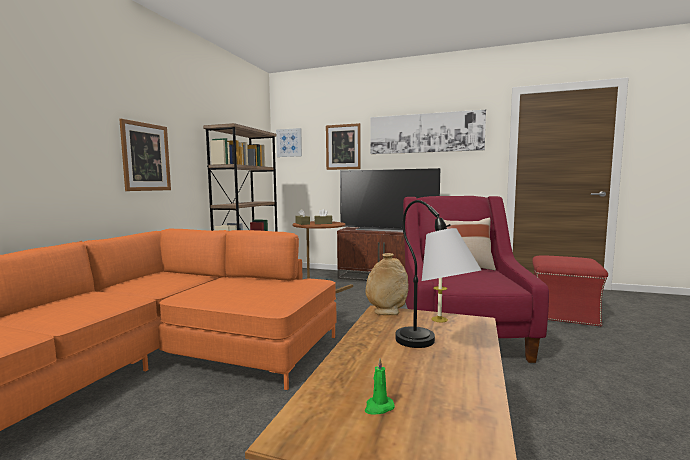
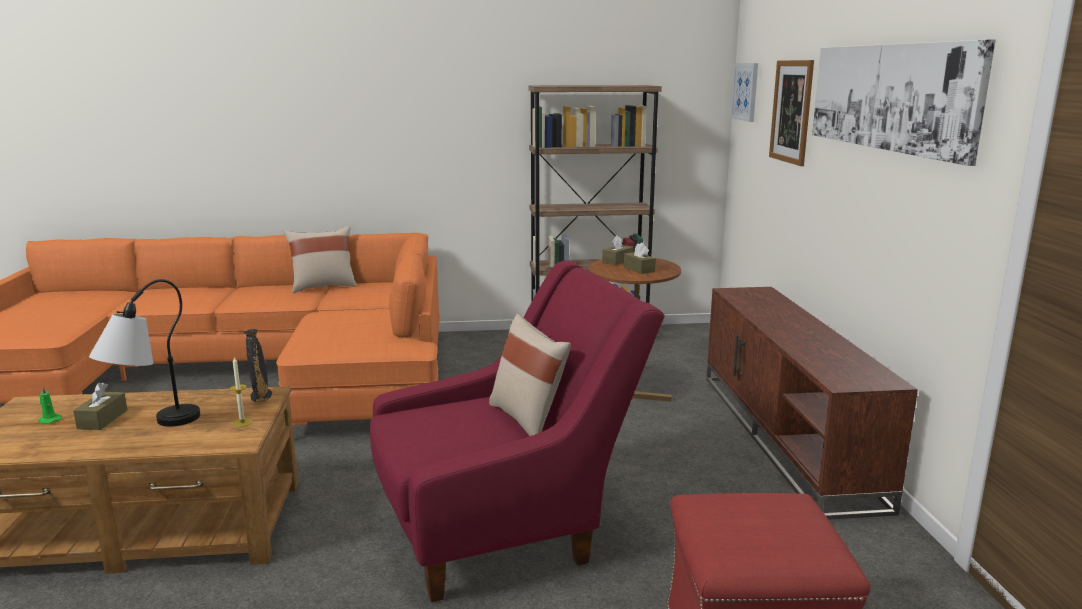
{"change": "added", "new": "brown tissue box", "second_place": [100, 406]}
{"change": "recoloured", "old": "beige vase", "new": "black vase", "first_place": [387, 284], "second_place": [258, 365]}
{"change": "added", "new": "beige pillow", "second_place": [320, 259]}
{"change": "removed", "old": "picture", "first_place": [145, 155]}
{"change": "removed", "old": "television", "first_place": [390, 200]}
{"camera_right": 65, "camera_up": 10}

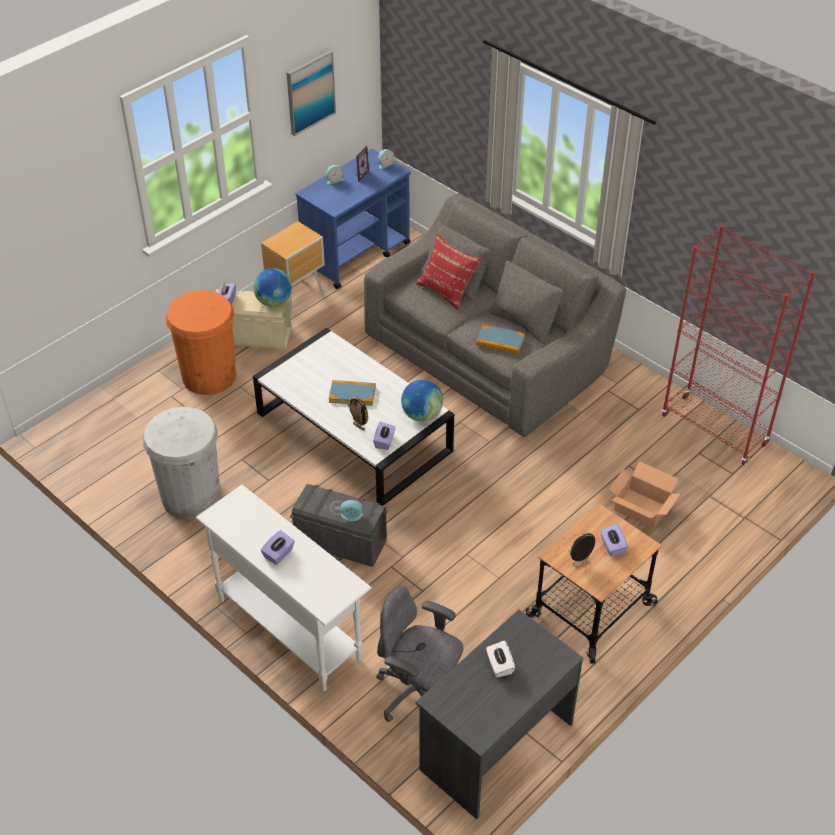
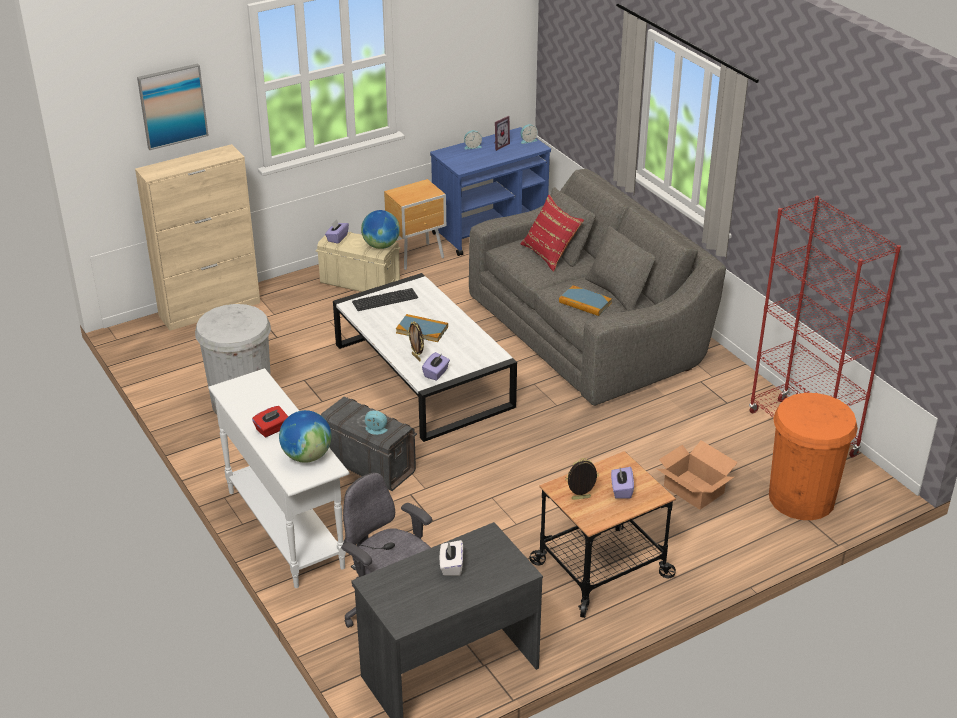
{"change": "added", "new": "beige cabinet", "second_place": [197, 237]}
{"change": "moved", "old": "picture", "first_place": [311, 93], "second_place": [173, 107]}
{"change": "recoloured", "old": "purple tissue box", "new": "red tissue box", "first_place": [278, 547], "second_place": [270, 421]}
{"change": "moved", "old": "globe", "first_place": [422, 401], "second_place": [305, 436]}
{"change": "added", "new": "keyboard", "second_place": [385, 299]}
{"change": "moved", "old": "orange trash can", "first_place": [201, 342], "second_place": [813, 456]}
{"camera_right": 15, "camera_up": -10}

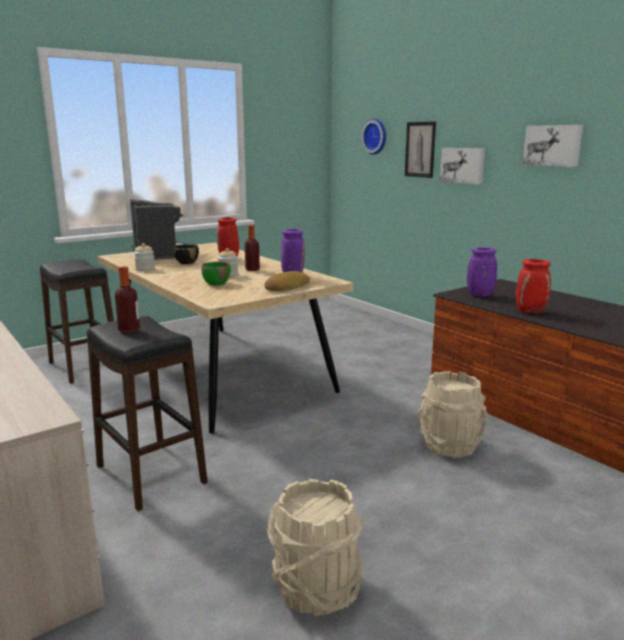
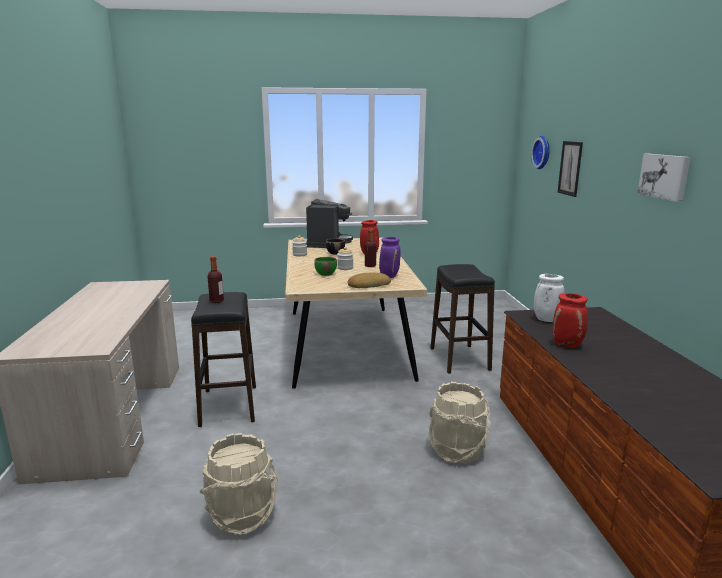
{"change": "moved", "old": "black stool", "first_place": [77, 321], "second_place": [463, 319]}
{"change": "recoloured", "old": "purple vase", "new": "white vase", "first_place": [482, 272], "second_place": [549, 298]}
{"change": "removed", "old": "picture", "first_place": [462, 166]}
{"camera_right": 30, "camera_up": 0}

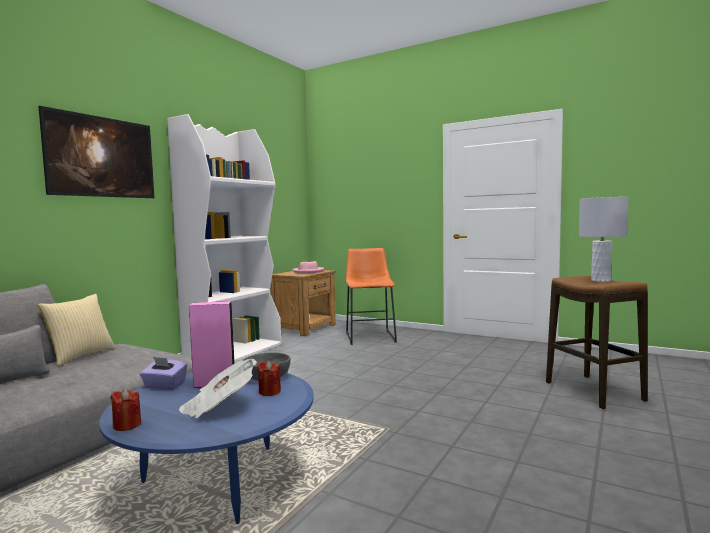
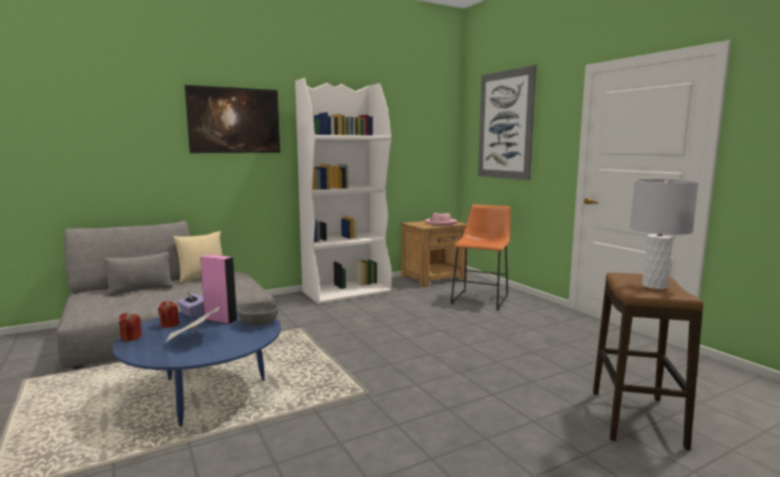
{"change": "moved", "old": "red candle", "first_place": [269, 378], "second_place": [168, 314]}
{"change": "added", "new": "picture", "second_place": [507, 122]}
{"camera_right": 30, "camera_up": 5}

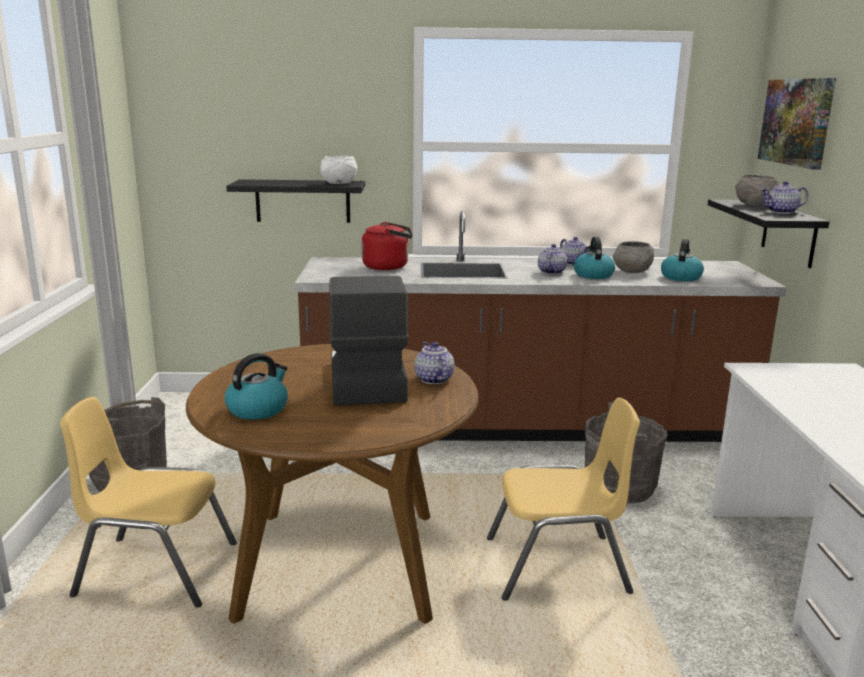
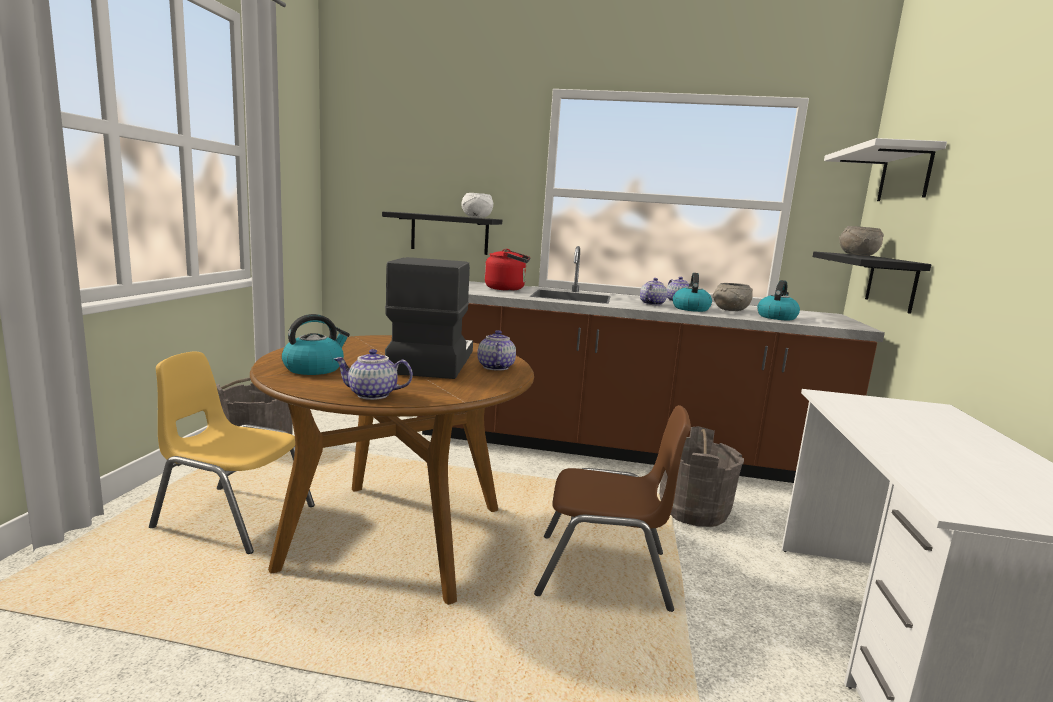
{"change": "moved", "old": "teapot", "first_place": [784, 197], "second_place": [373, 374]}
{"change": "recoloured", "old": "yellow chair", "new": "brown chair", "first_place": [563, 499], "second_place": [612, 508]}
{"change": "replaced", "old": "picture", "new": "white shelf", "first_place": [796, 124], "second_place": [885, 169]}
{"camera_right": 10, "camera_up": -5}

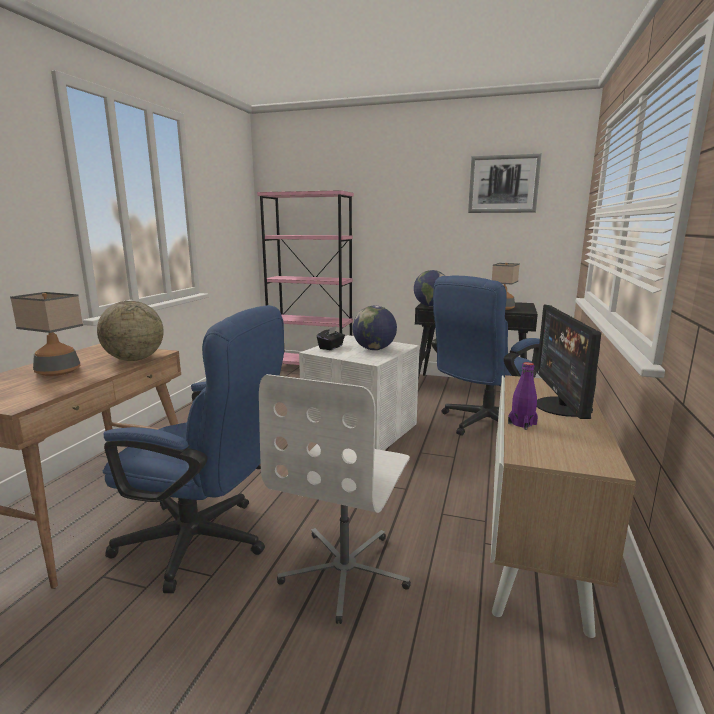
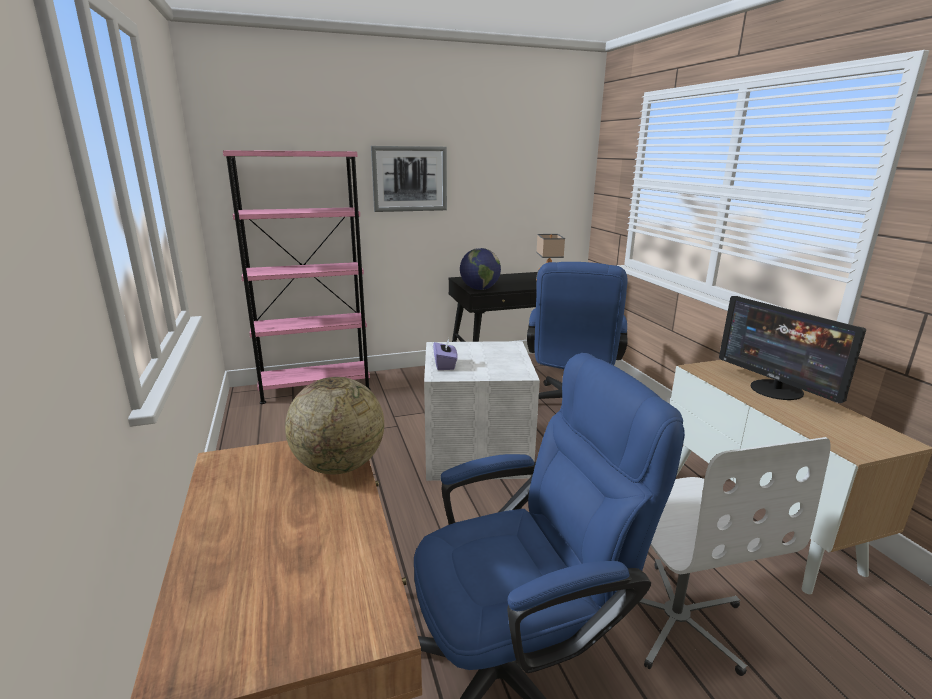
{"change": "moved", "old": "picture", "first_place": [505, 183], "second_place": [409, 179]}
{"change": "recoloured", "old": "black tissue box", "new": "purple tissue box", "first_place": [331, 338], "second_place": [445, 354]}
{"change": "removed", "old": "table lamp", "first_place": [46, 334]}
{"change": "removed", "old": "globe", "first_place": [375, 328]}
{"change": "removed", "old": "purple bottle", "first_place": [523, 396]}
{"camera_right": -35, "camera_up": 5}

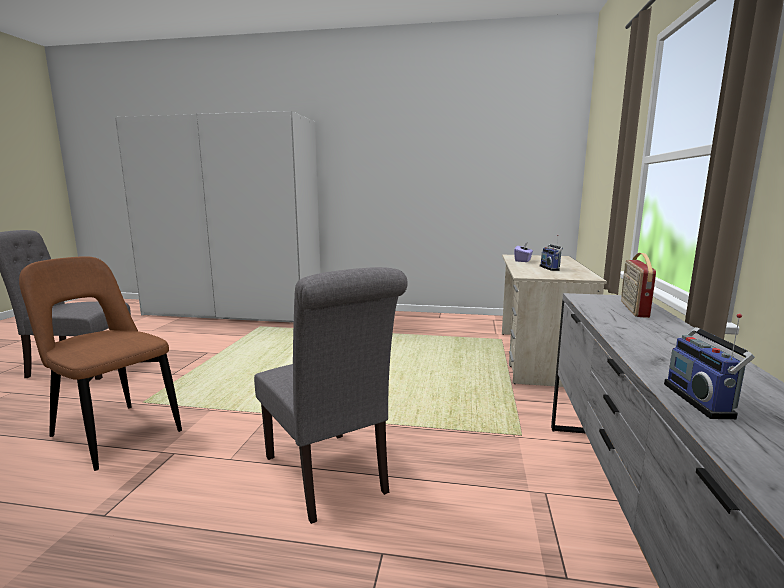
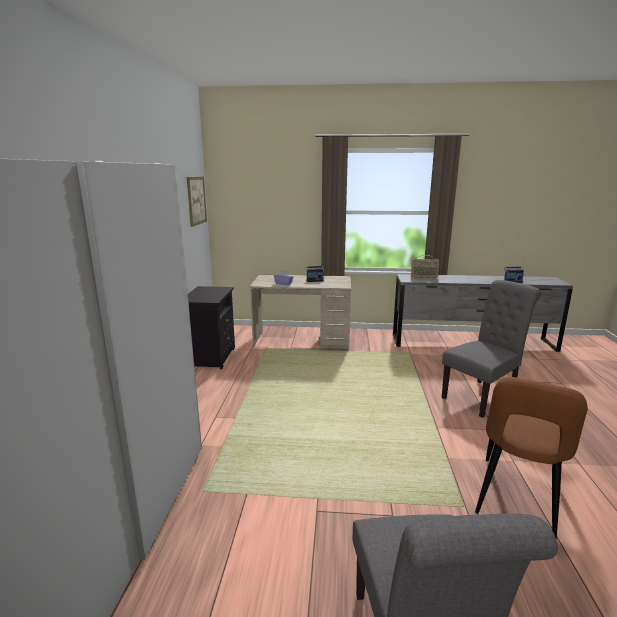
{"change": "added", "new": "picture", "second_place": [197, 201]}
{"change": "added", "new": "black nightstand", "second_place": [211, 327]}
{"camera_right": -95, "camera_up": 5}

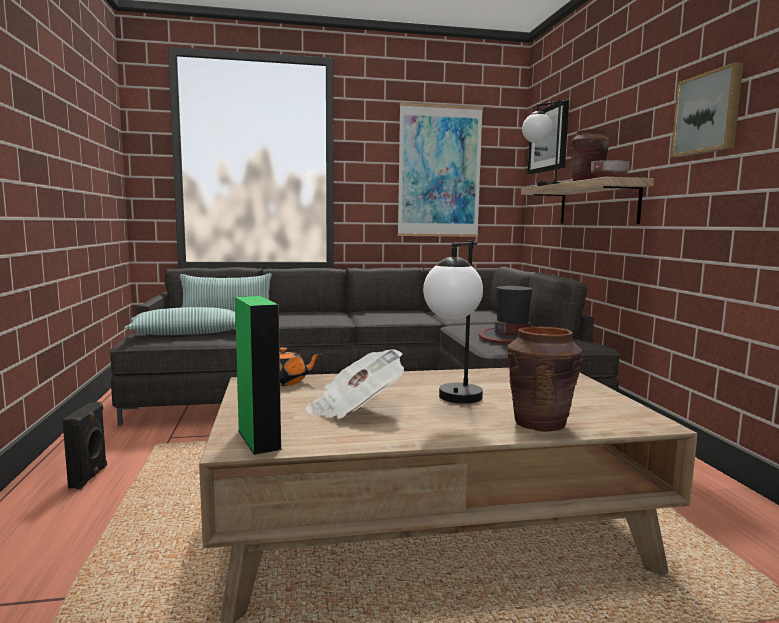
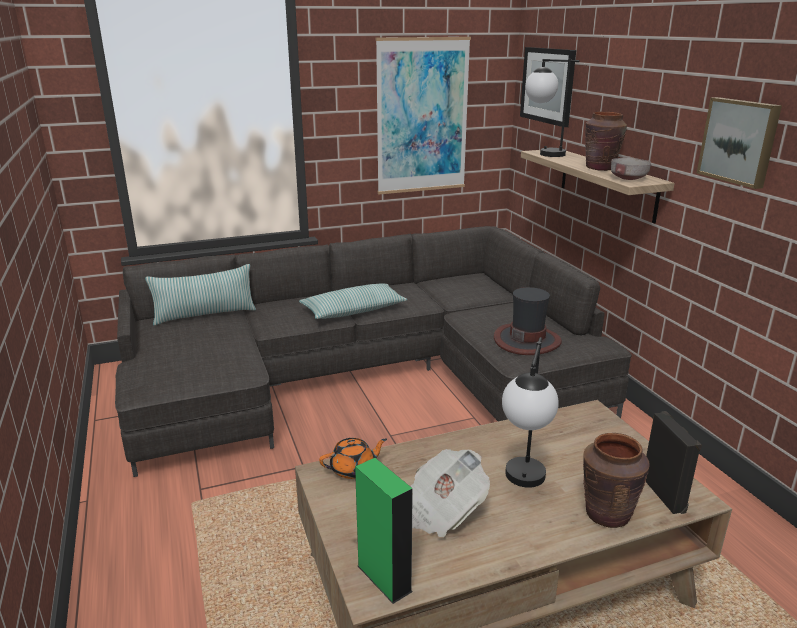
{"change": "moved", "old": "pillow", "first_place": [180, 321], "second_place": [353, 301]}
{"change": "moved", "old": "black speaker", "first_place": [84, 445], "second_place": [674, 462]}
{"camera_right": -10, "camera_up": 15}

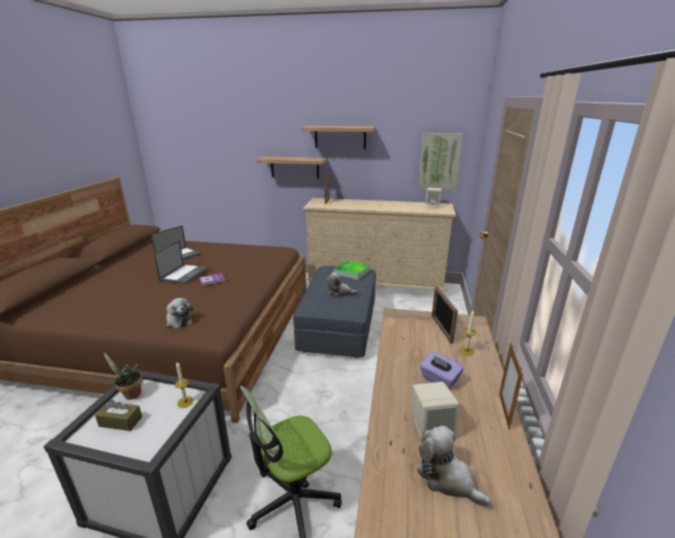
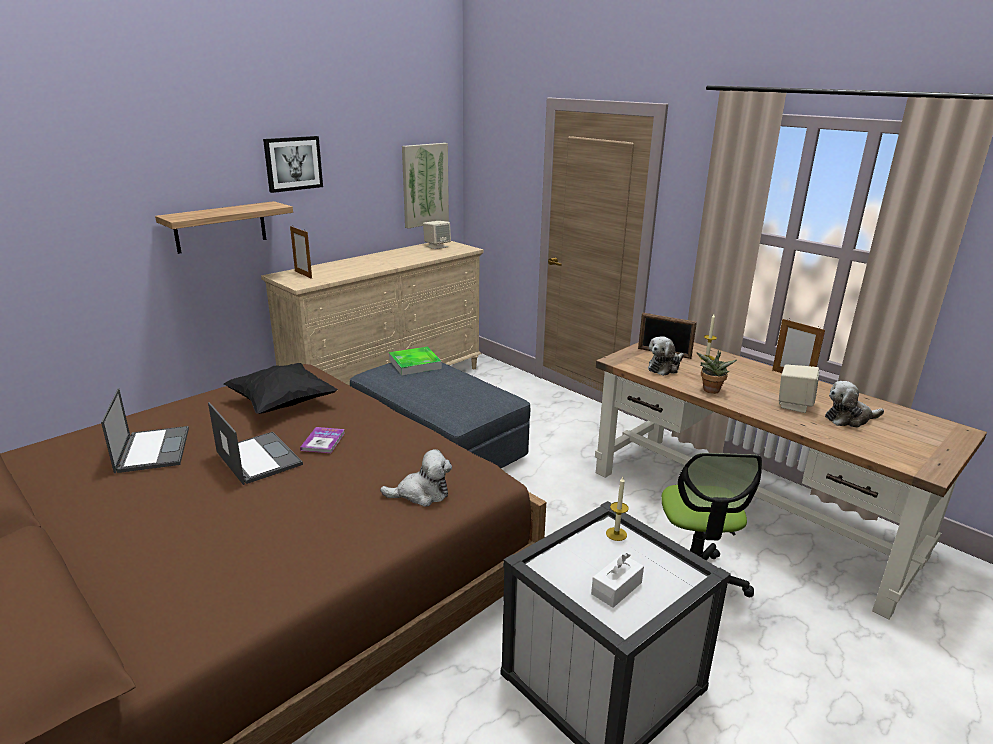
{"change": "added", "new": "black pillow", "second_place": [281, 388]}
{"change": "replaced", "old": "shelf", "new": "picture", "first_place": [338, 137], "second_place": [293, 164]}
{"change": "recoloured", "old": "brown tissue box", "new": "white tissue box", "first_place": [118, 415], "second_place": [617, 580]}
{"change": "moved", "old": "plush toy", "first_place": [343, 284], "second_place": [666, 356]}
{"change": "moved", "old": "potted plant", "first_place": [123, 376], "second_place": [716, 372]}
{"change": "removed", "old": "purple tissue box", "first_place": [441, 370]}
{"camera_right": -55, "camera_up": 0}

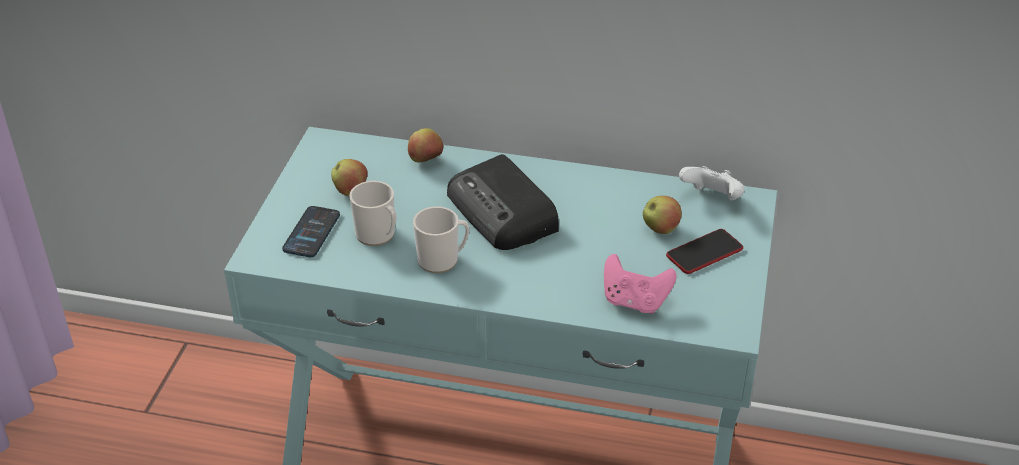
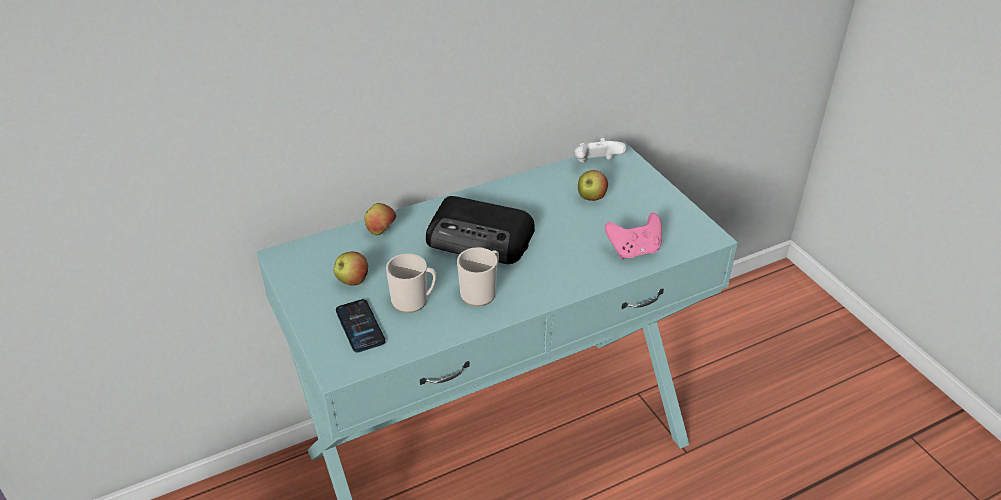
{"change": "removed", "old": "phone", "first_place": [704, 251]}
{"camera_right": -40, "camera_up": 0}

